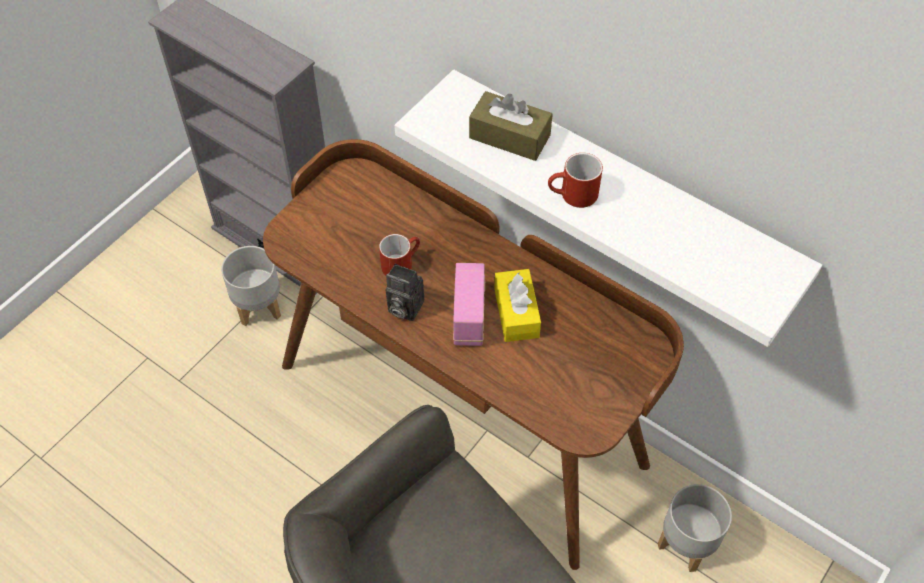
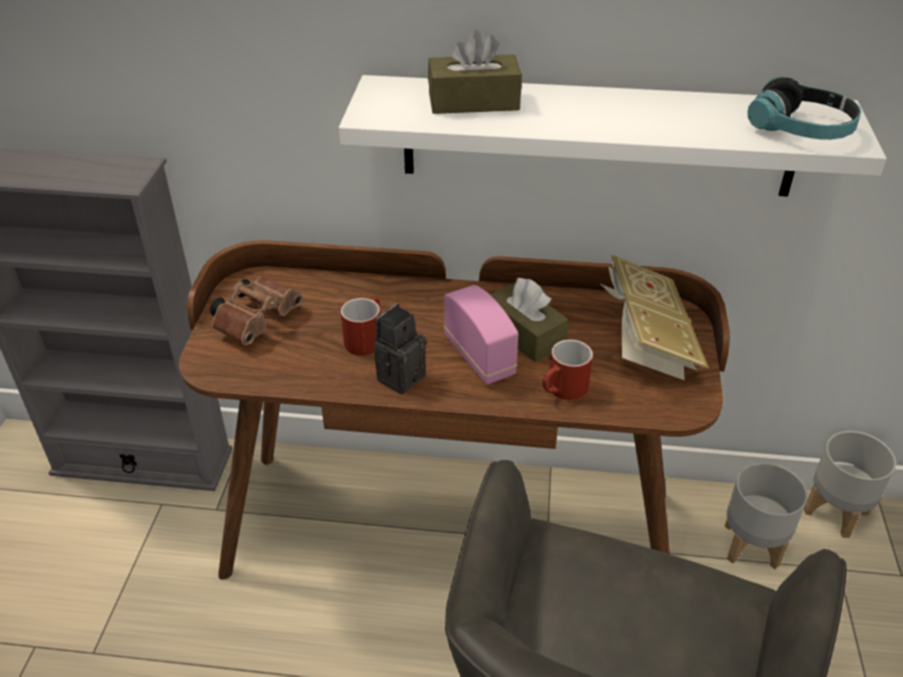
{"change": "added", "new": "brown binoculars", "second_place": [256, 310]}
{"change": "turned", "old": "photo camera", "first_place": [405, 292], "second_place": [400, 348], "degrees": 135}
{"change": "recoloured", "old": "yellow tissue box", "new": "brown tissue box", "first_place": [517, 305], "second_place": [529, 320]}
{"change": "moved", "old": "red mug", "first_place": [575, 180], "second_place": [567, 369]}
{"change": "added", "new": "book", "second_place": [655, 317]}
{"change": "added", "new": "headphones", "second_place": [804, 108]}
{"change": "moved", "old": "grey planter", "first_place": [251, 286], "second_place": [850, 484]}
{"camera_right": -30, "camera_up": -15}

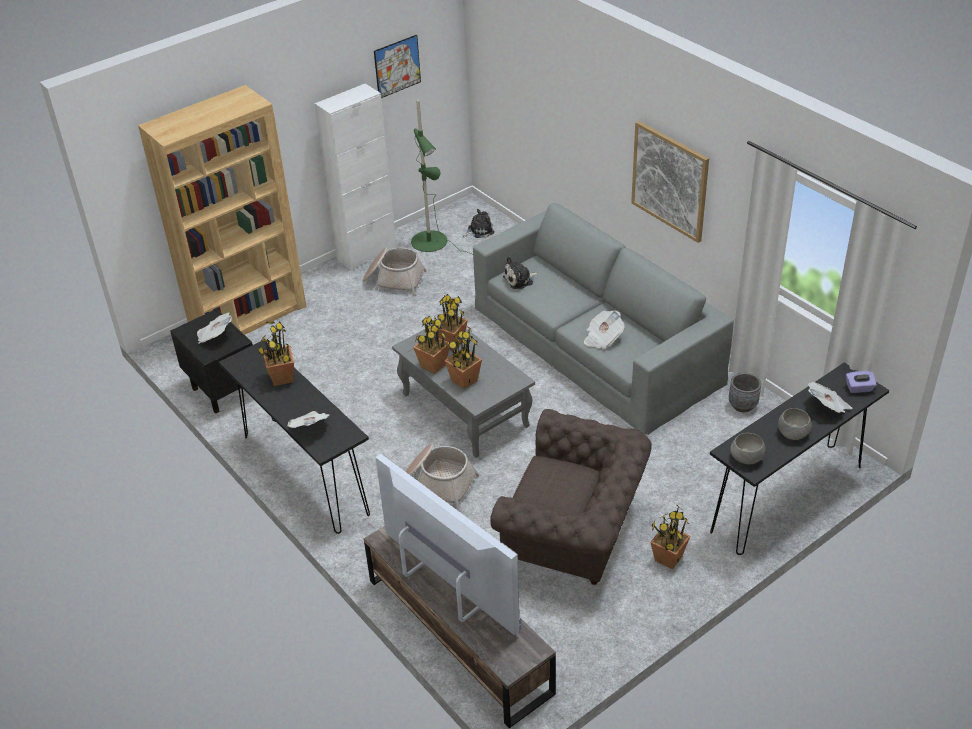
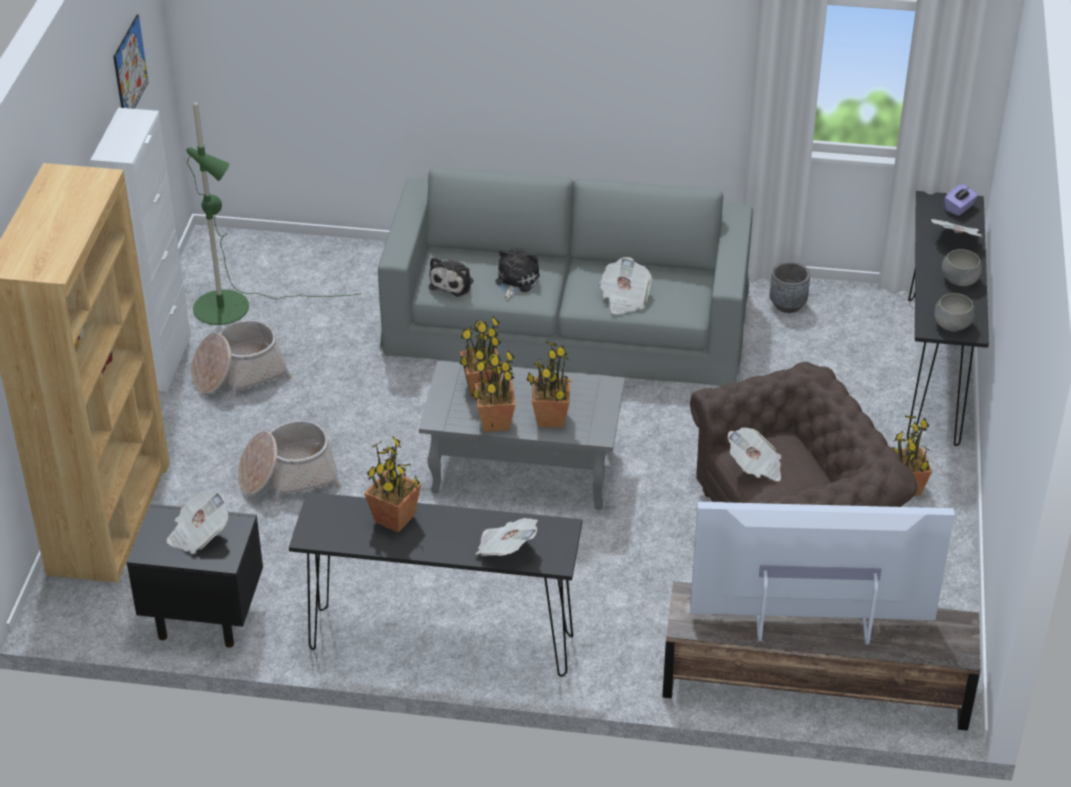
{"change": "moved", "old": "basket", "first_place": [442, 476], "second_place": [290, 461]}
{"change": "moved", "old": "plush toy", "first_place": [479, 223], "second_place": [517, 273]}
{"change": "added", "new": "newspaper", "second_place": [754, 454]}
{"change": "removed", "old": "picture", "first_place": [670, 182]}
{"camera_right": -45, "camera_up": 0}

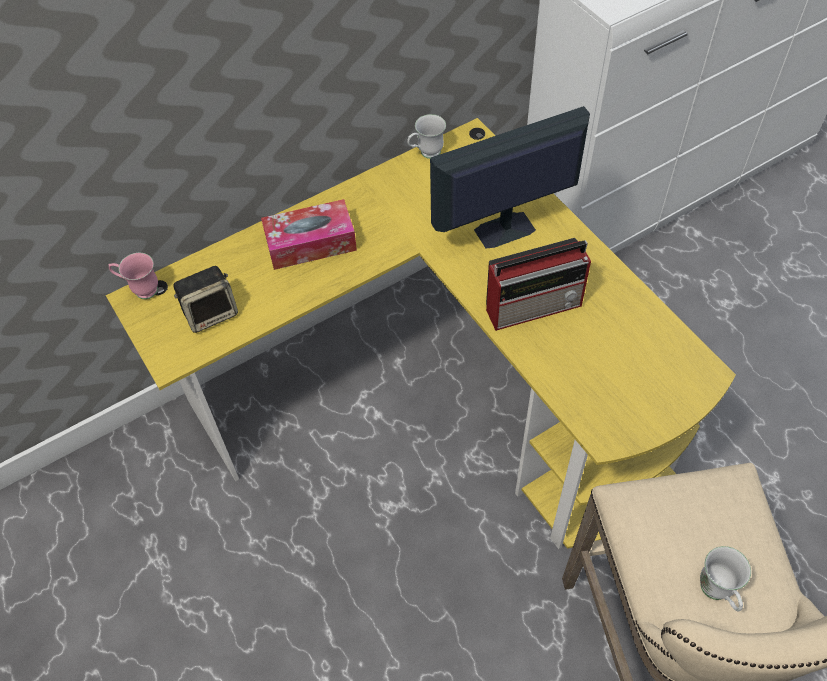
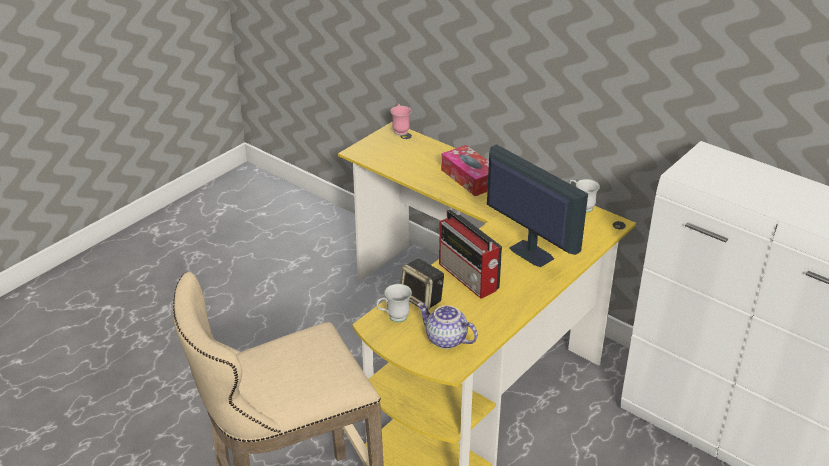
{"change": "moved", "old": "white mug", "first_place": [725, 578], "second_place": [394, 303]}
{"change": "moved", "old": "speaker", "first_place": [205, 299], "second_place": [422, 284]}
{"change": "added", "new": "teapot", "second_place": [447, 326]}
{"camera_right": 70, "camera_up": -20}

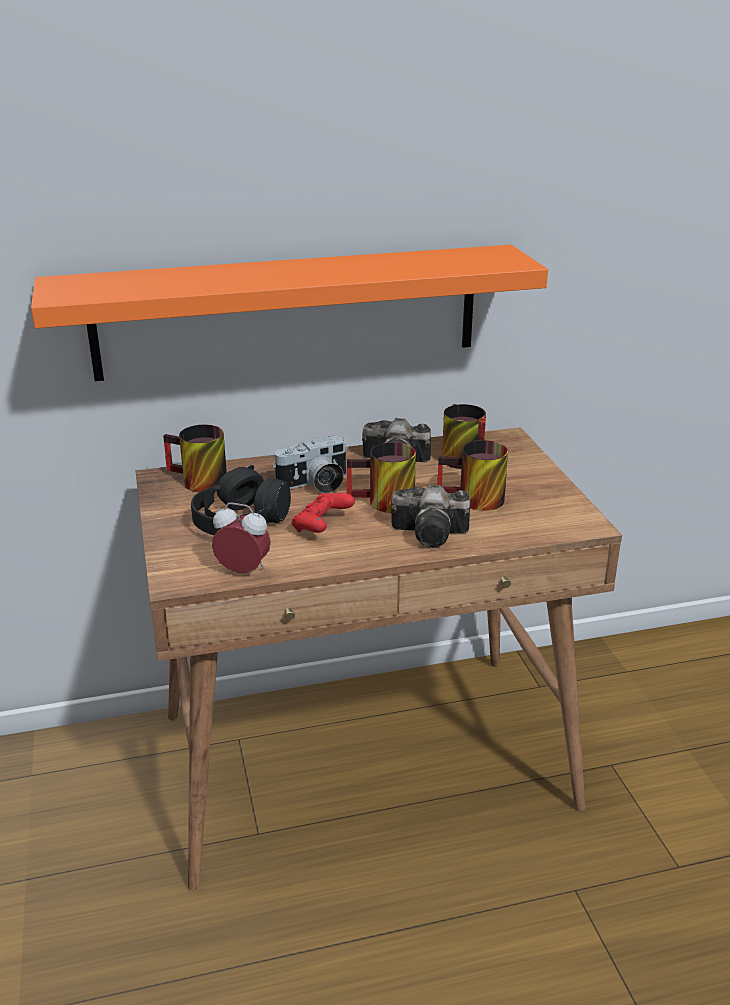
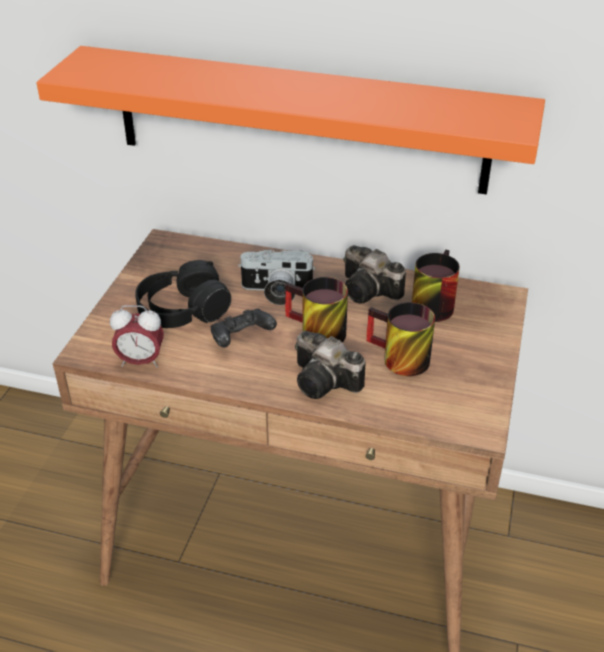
{"change": "turned", "old": "alarm clock", "first_place": [241, 537], "second_place": [137, 336], "degrees": 135}
{"change": "recoloured", "old": "red game controller", "new": "black game controller", "first_place": [323, 513], "second_place": [244, 328]}
{"change": "removed", "old": "mug", "first_place": [195, 458]}
{"camera_right": 30, "camera_up": 10}

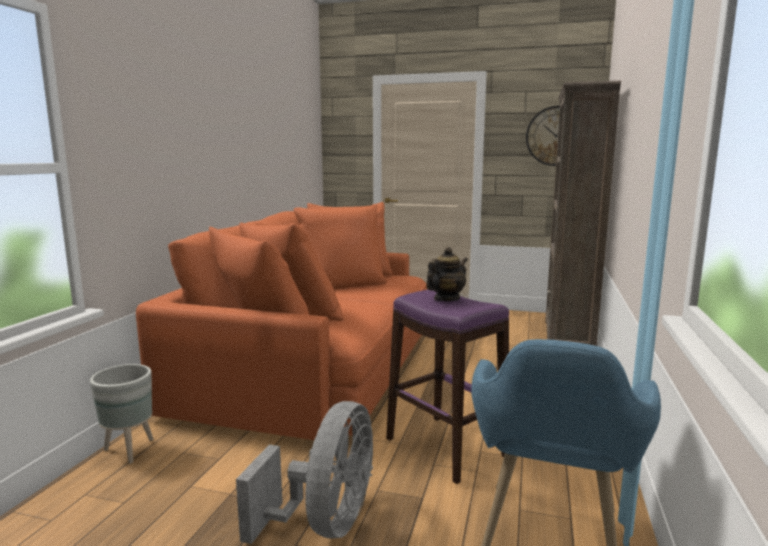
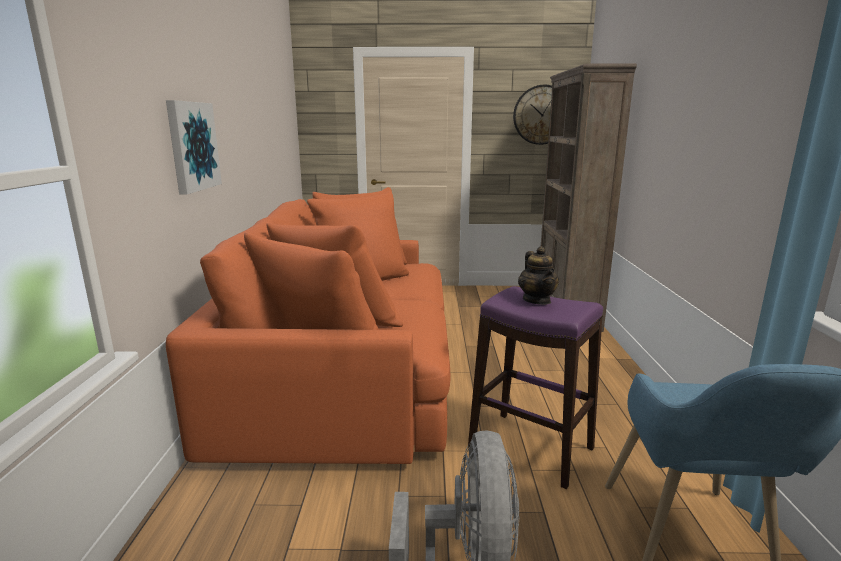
{"change": "added", "new": "picture", "second_place": [194, 147]}
{"change": "turned", "old": "teapot", "first_place": [447, 274], "second_place": [538, 275], "degrees": 135}
{"change": "removed", "old": "grey planter", "first_place": [122, 414]}
{"camera_right": -15, "camera_up": 5}

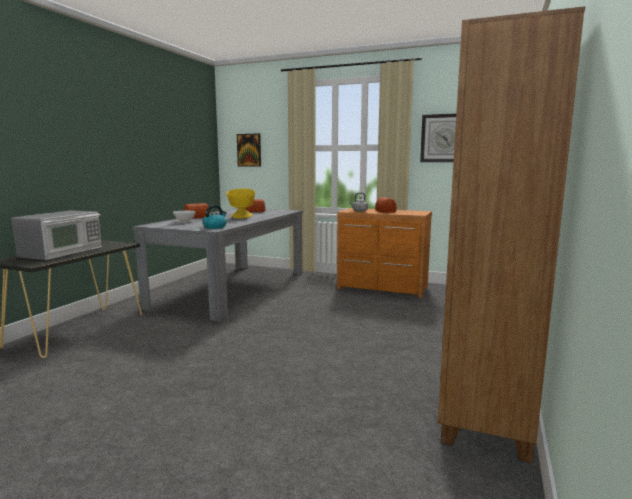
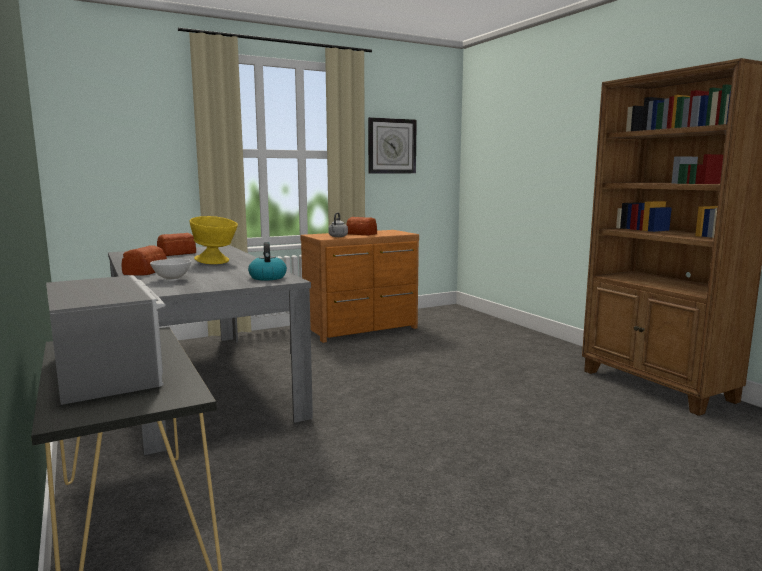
{"change": "removed", "old": "picture", "first_place": [249, 150]}
{"camera_right": -50, "camera_up": 0}

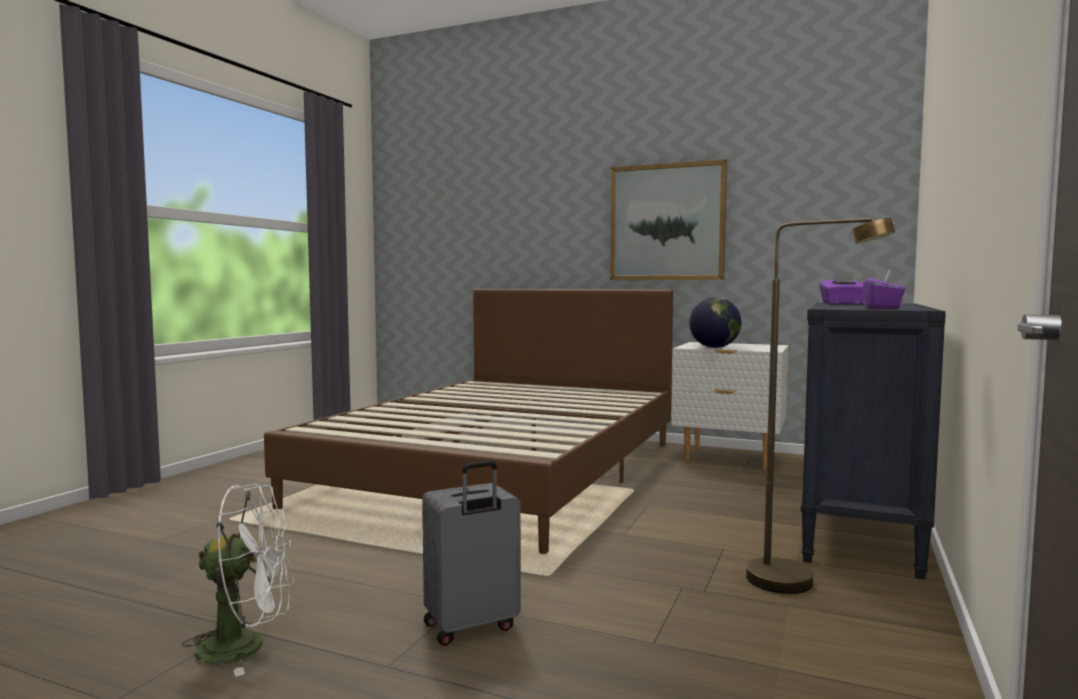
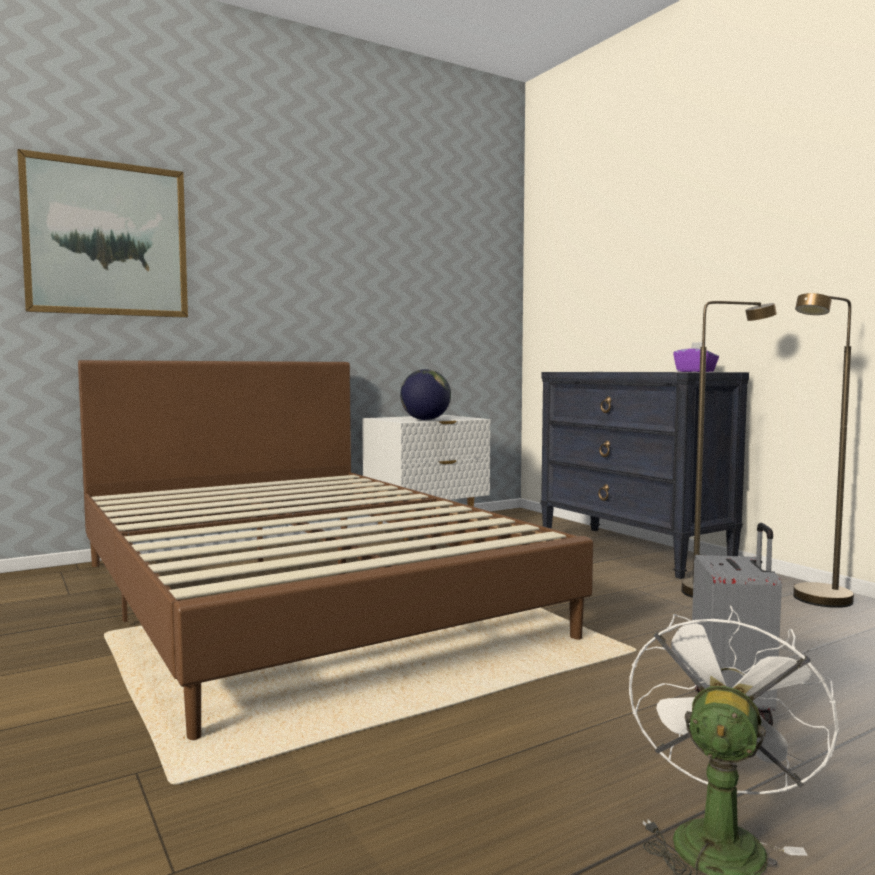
{"change": "moved", "old": "picture", "first_place": [668, 219], "second_place": [102, 233]}
{"change": "added", "new": "brown floor lamp", "second_place": [823, 450]}
{"change": "removed", "old": "purple tissue box", "first_place": [841, 288]}
{"camera_right": -55, "camera_up": 0}

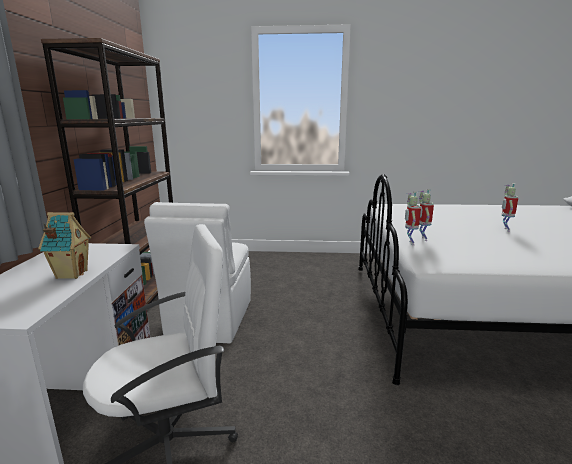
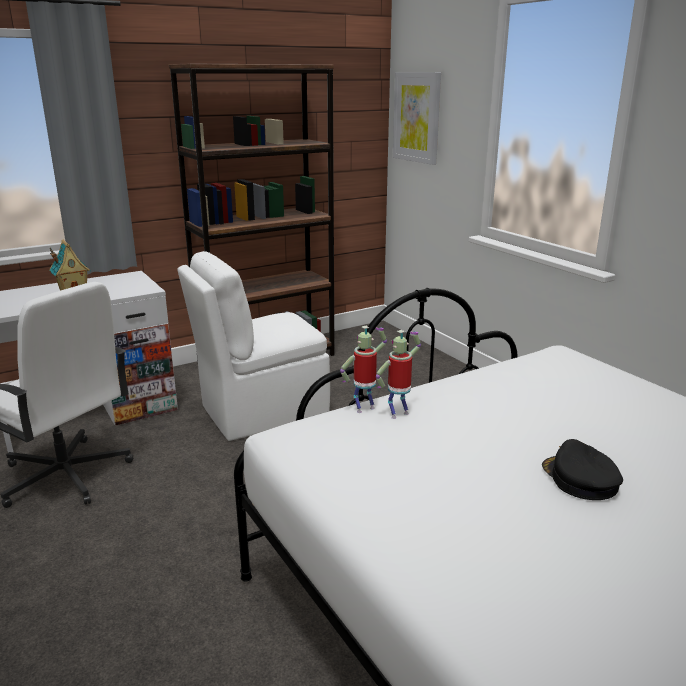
{"change": "added", "new": "picture", "second_place": [417, 118]}
{"change": "replaced", "old": "toy robot", "new": "black cap", "first_place": [510, 207], "second_place": [582, 469]}
{"camera_right": 55, "camera_up": 5}

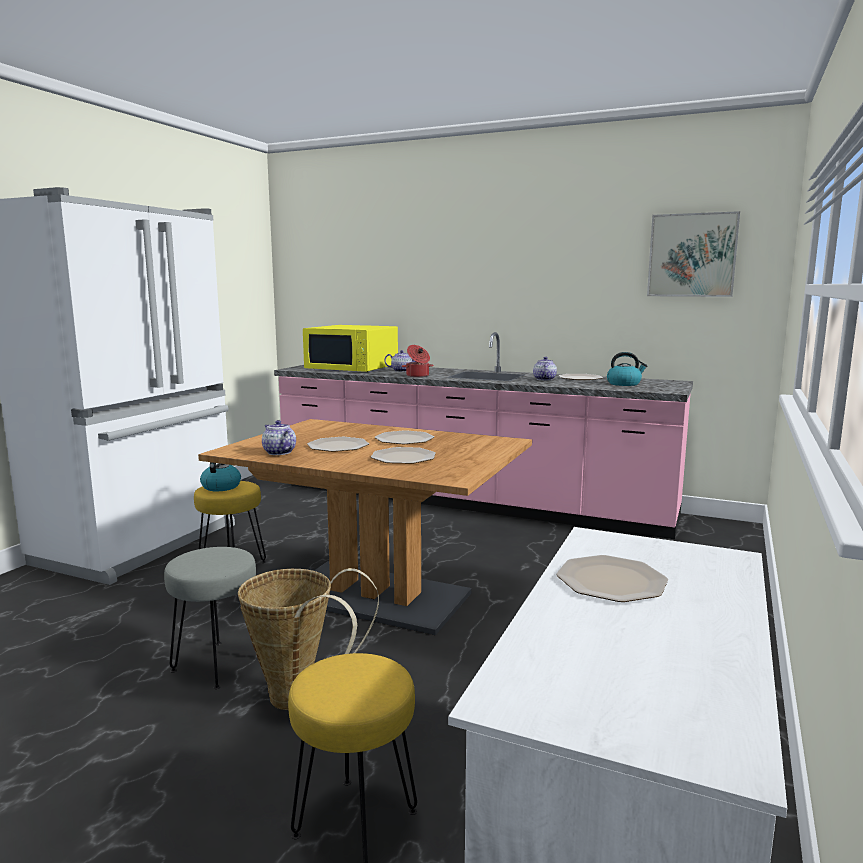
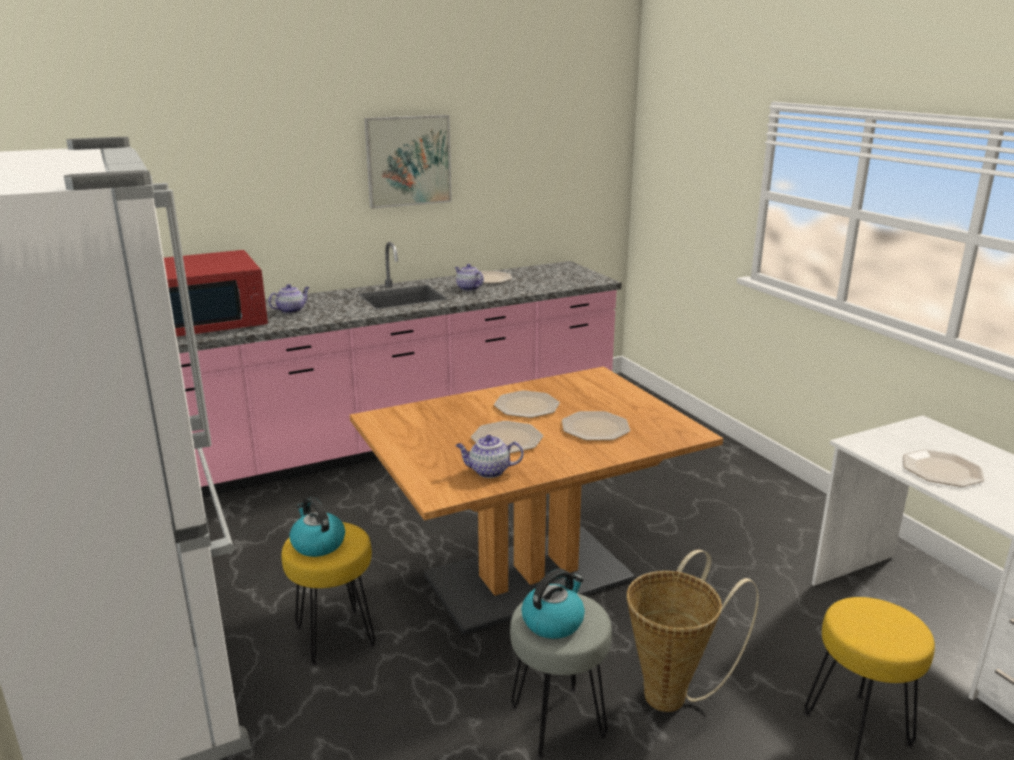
{"change": "recoloured", "old": "yellow microwave", "new": "red microwave", "first_place": [350, 348], "second_place": [216, 293]}
{"change": "moved", "old": "picture", "first_place": [693, 254], "second_place": [408, 162]}
{"change": "moved", "old": "kettle", "first_place": [627, 369], "second_place": [553, 604]}
{"change": "removed", "old": "cooking pot", "first_place": [418, 361]}
{"camera_right": -50, "camera_up": 10}

